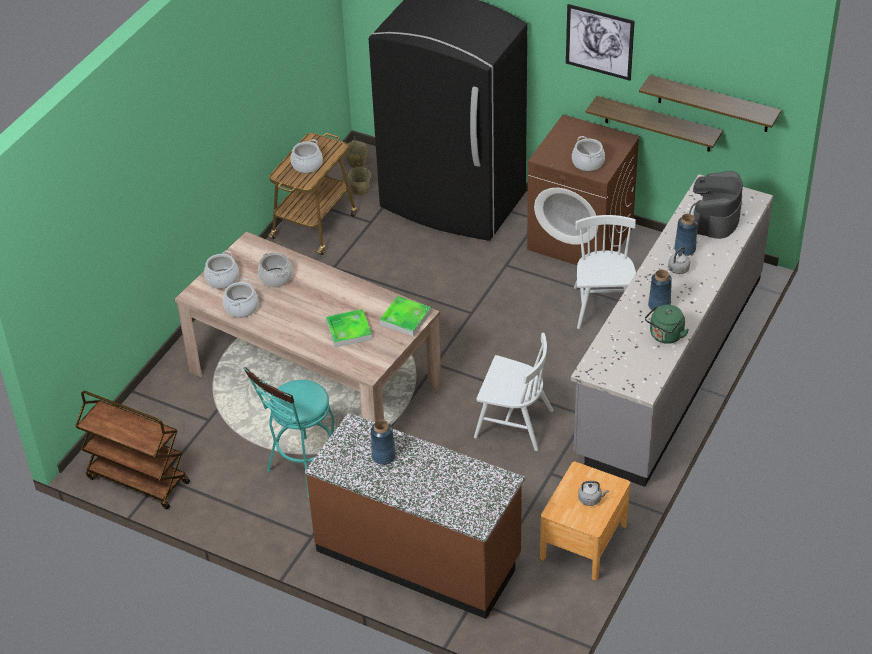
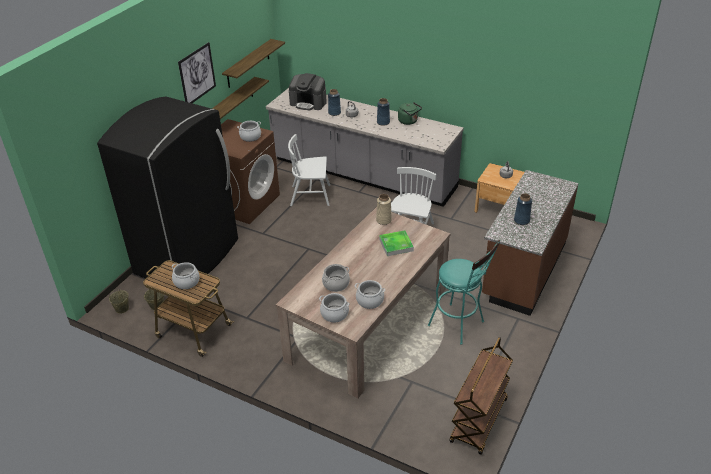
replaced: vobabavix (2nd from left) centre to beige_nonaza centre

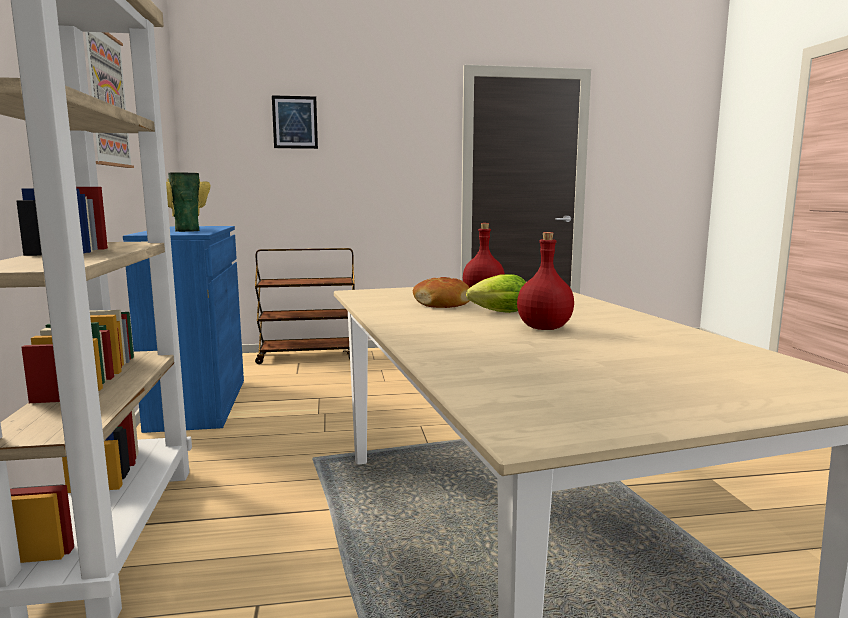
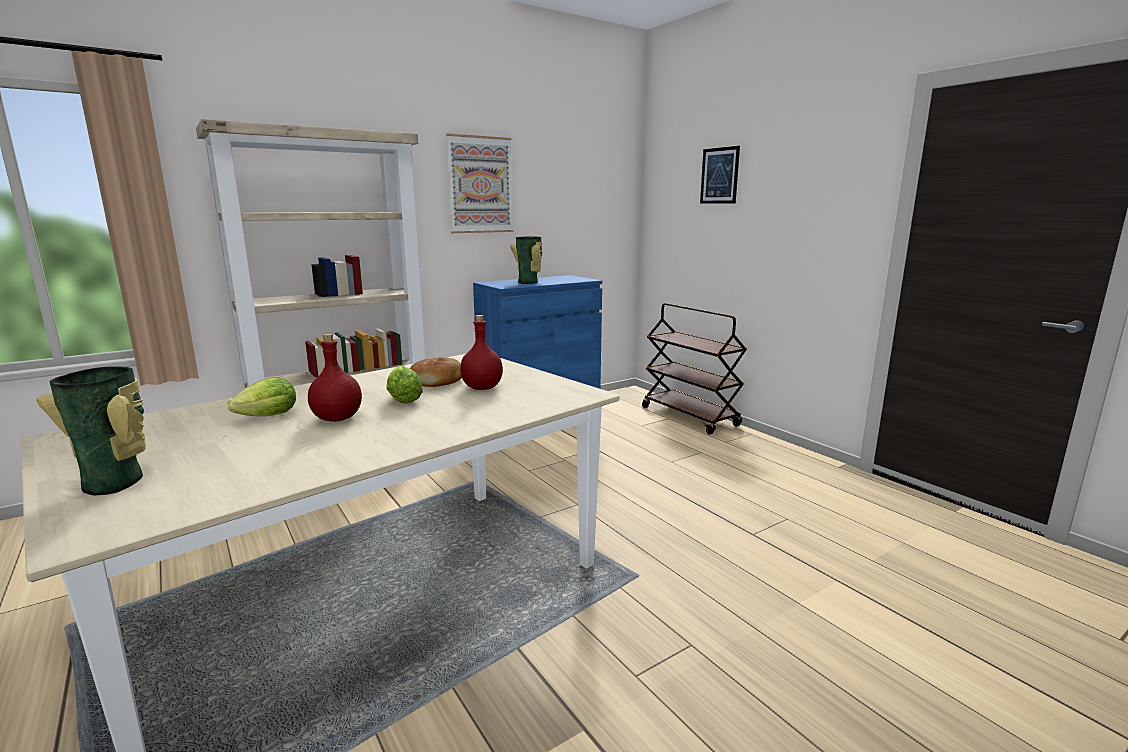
added: nonaza (1st from left) middle left; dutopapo (1st from left) middle left

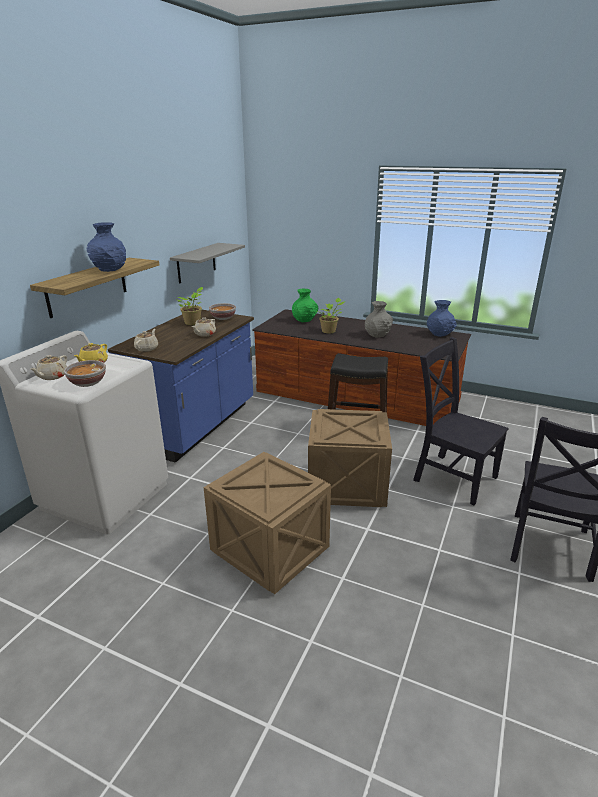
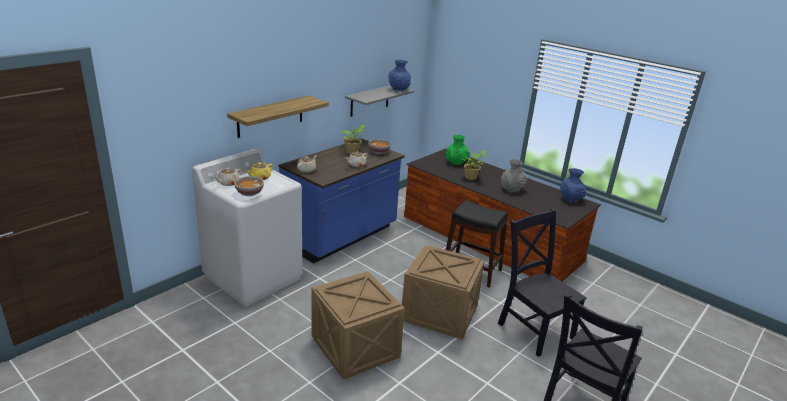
moved: blue_nonaza (1st from left) top left to top centre

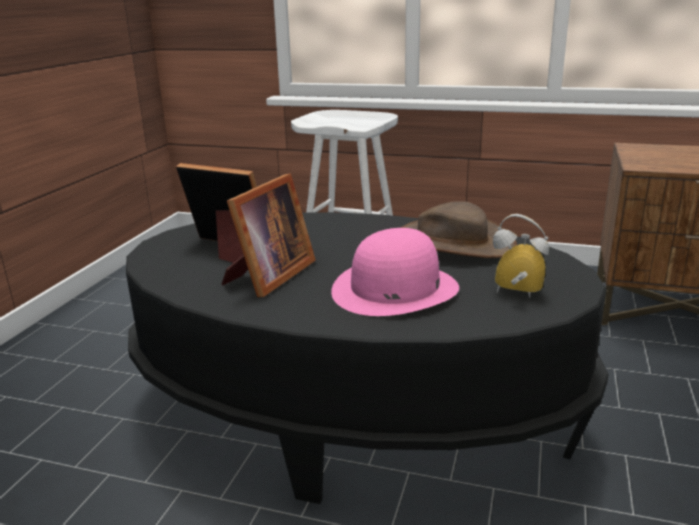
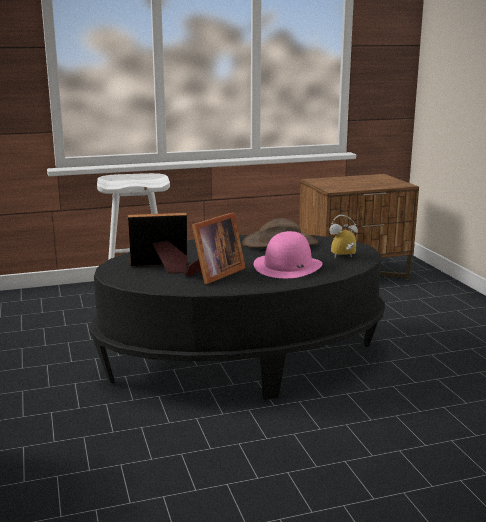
turned: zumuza (2nd from left) centre = centre 45 degrees clockwise

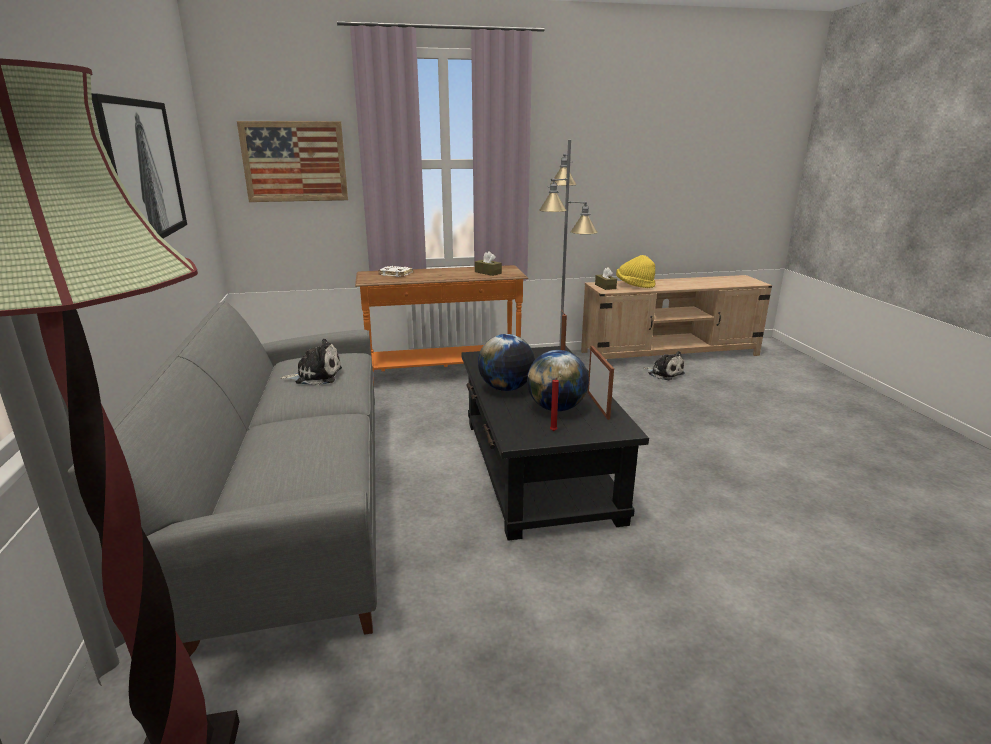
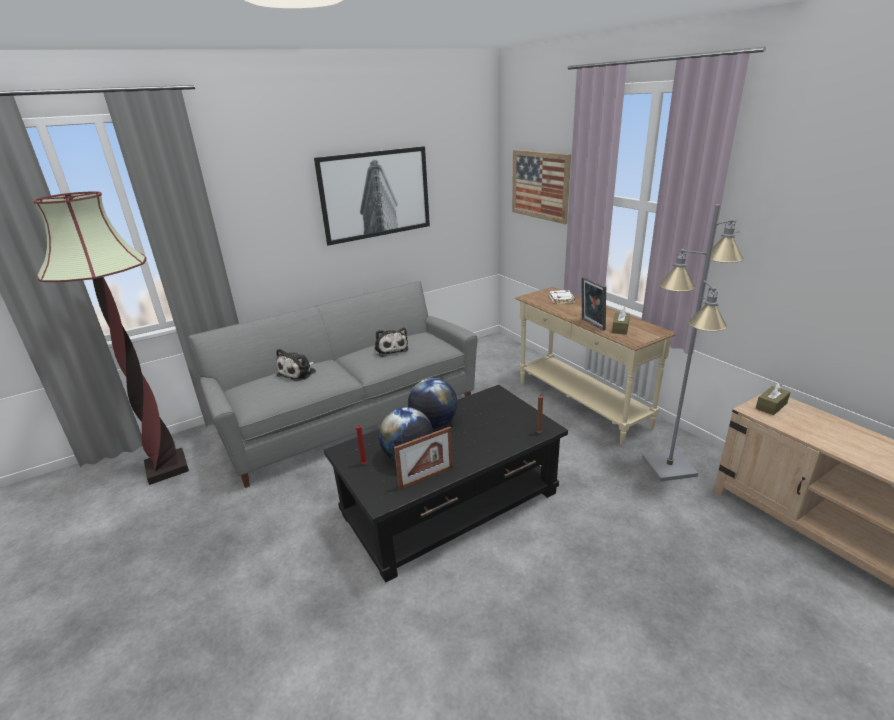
removed: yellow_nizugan centre
added: zumuza (2nd from left) centre
moved: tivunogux (2nd from left in the first image) middle right to tivunogux (1st from left) middle left
recoloured: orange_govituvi centre to beige_govituvi centre

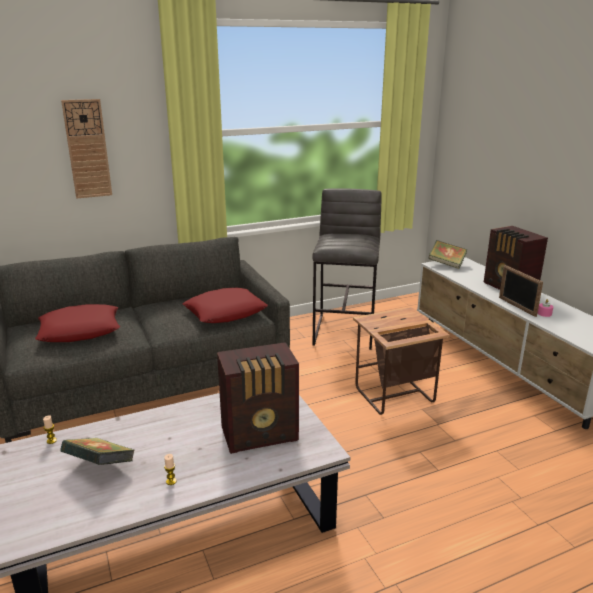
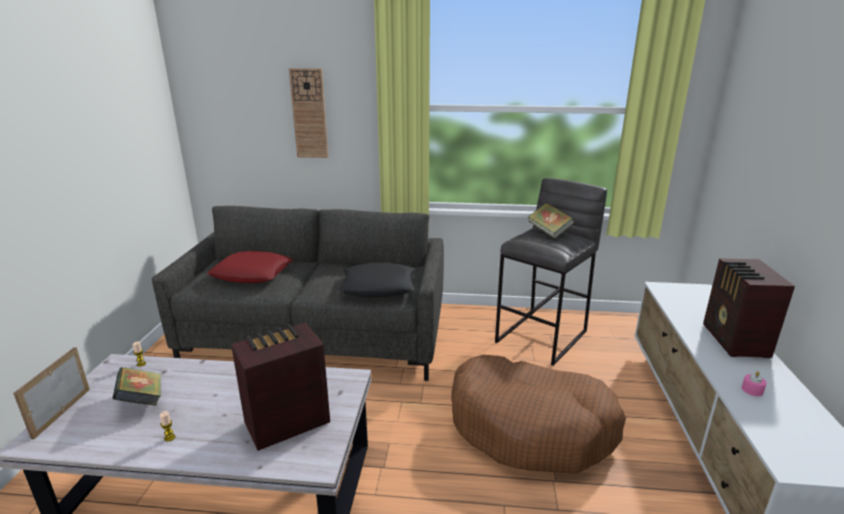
moved: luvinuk (2nd from left) middle right to centre; zumuza middle right to bottom left
replaced: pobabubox middle right to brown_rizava bottom centre
recoloured: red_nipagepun (2nd from left) centre to black_nipagepun centre
turned: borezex (1st from left) bottom centre = bottom left 135 degrees clockwise

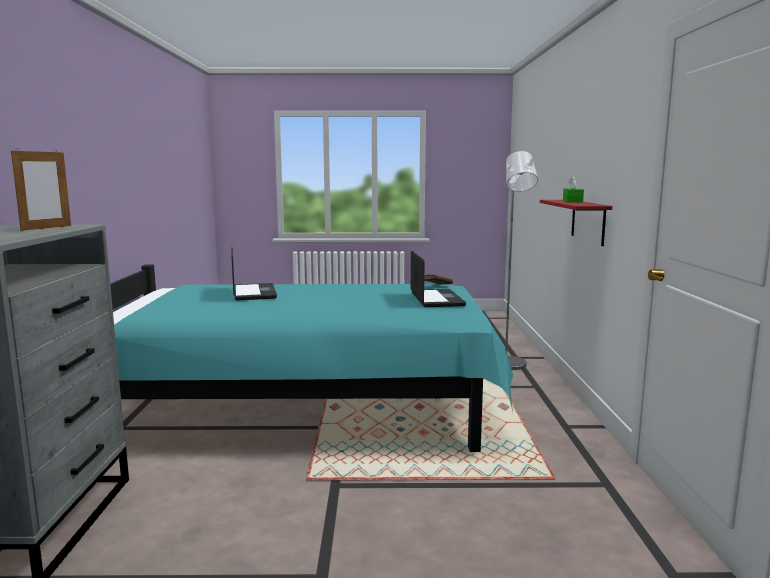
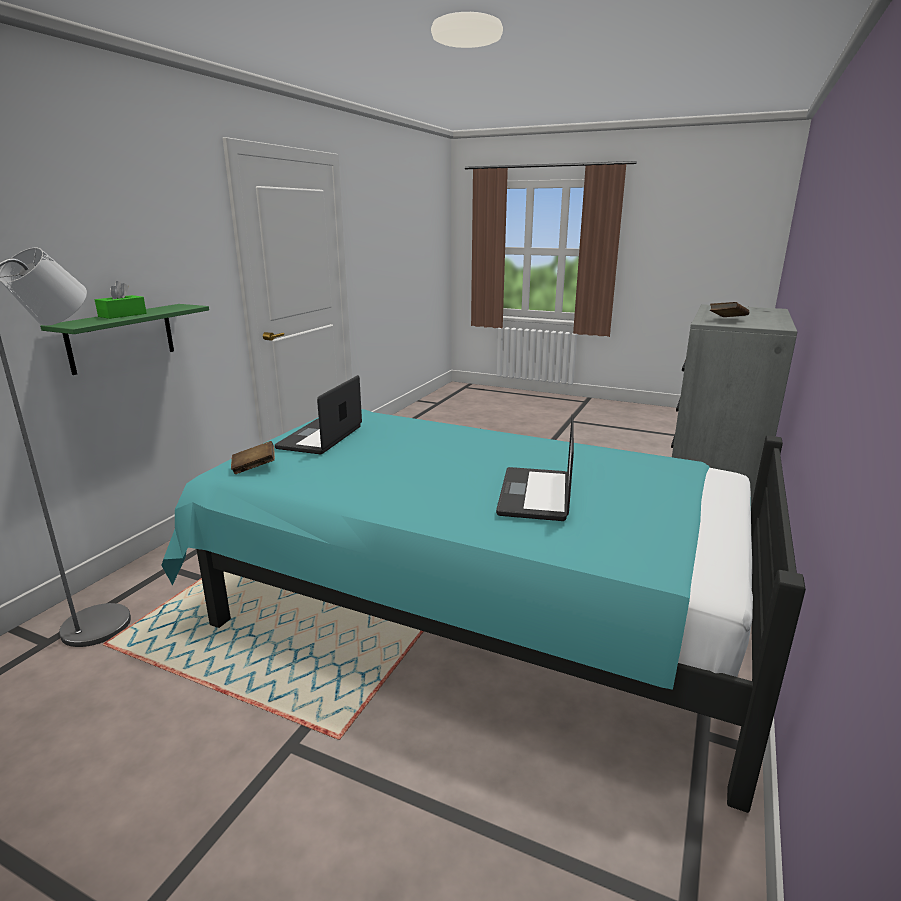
replaced: zumuza top left to brown_luvinuk (2nd from left) middle right
recoloured: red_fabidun middle right to green_fabidun middle left

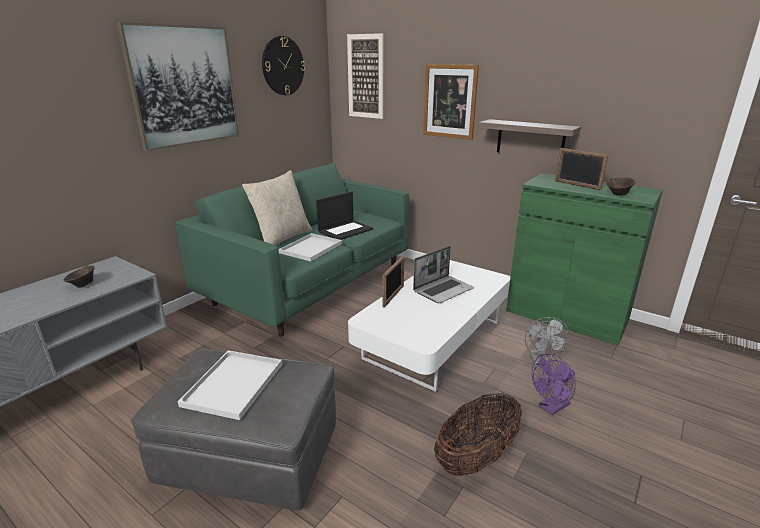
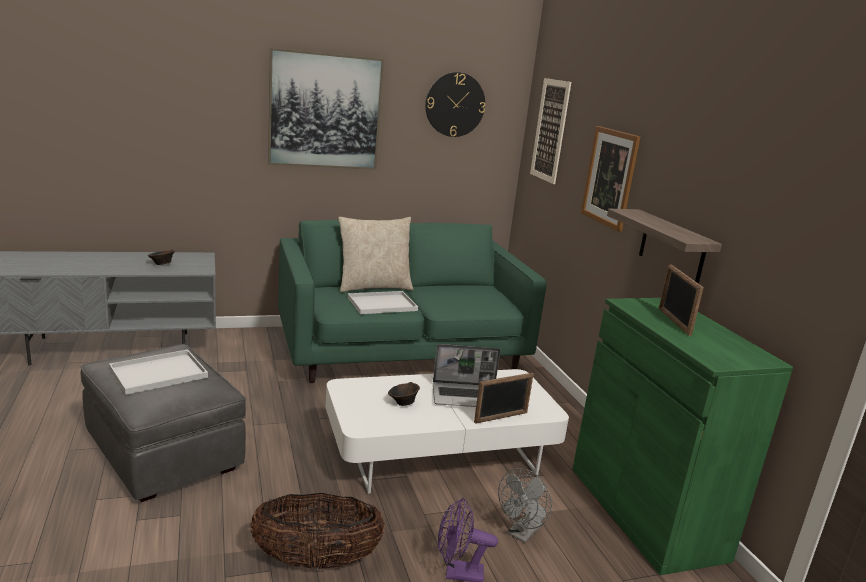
removed: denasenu (1st from left) centre
moved: zumuza (1st from left) centre to bottom centre; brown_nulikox (2nd from left) middle right to bottom centre

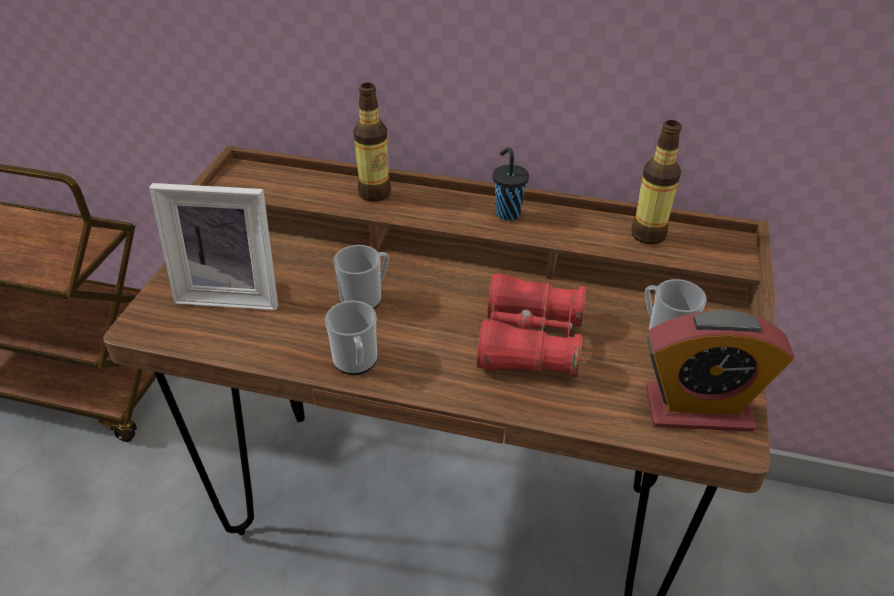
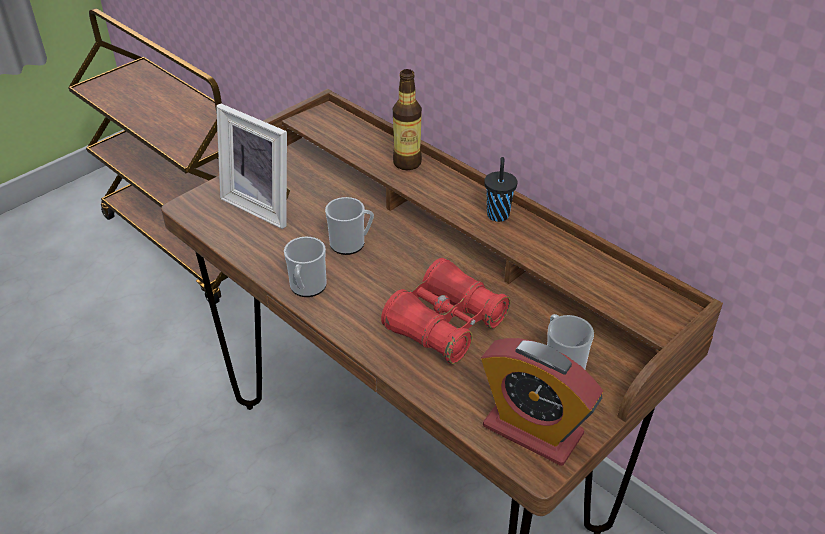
removed: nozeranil (2nd from left) top right

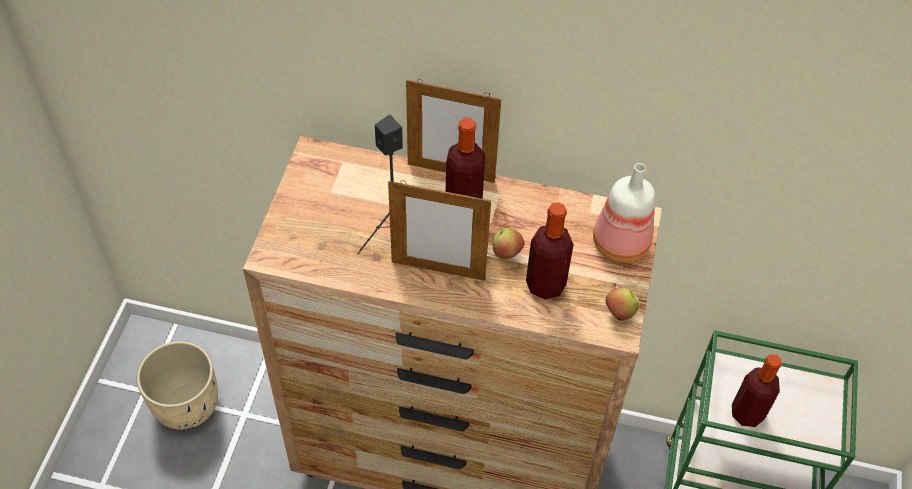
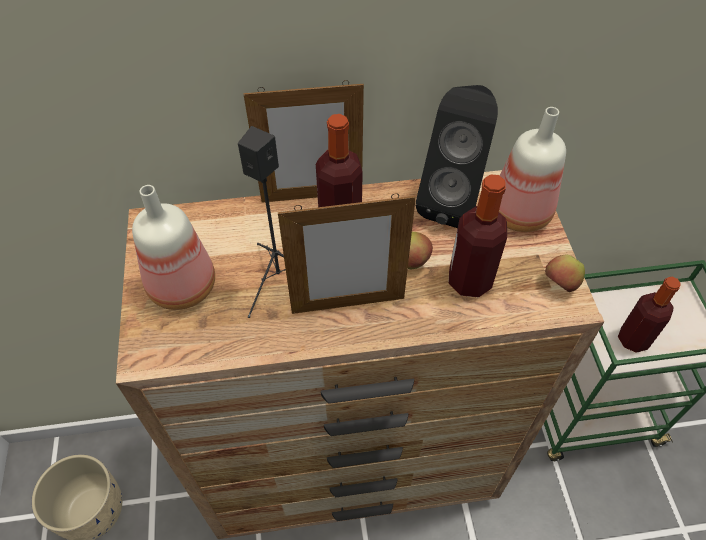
added: nozeranil (1st from left) middle left; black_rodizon (2nd from left) top centre

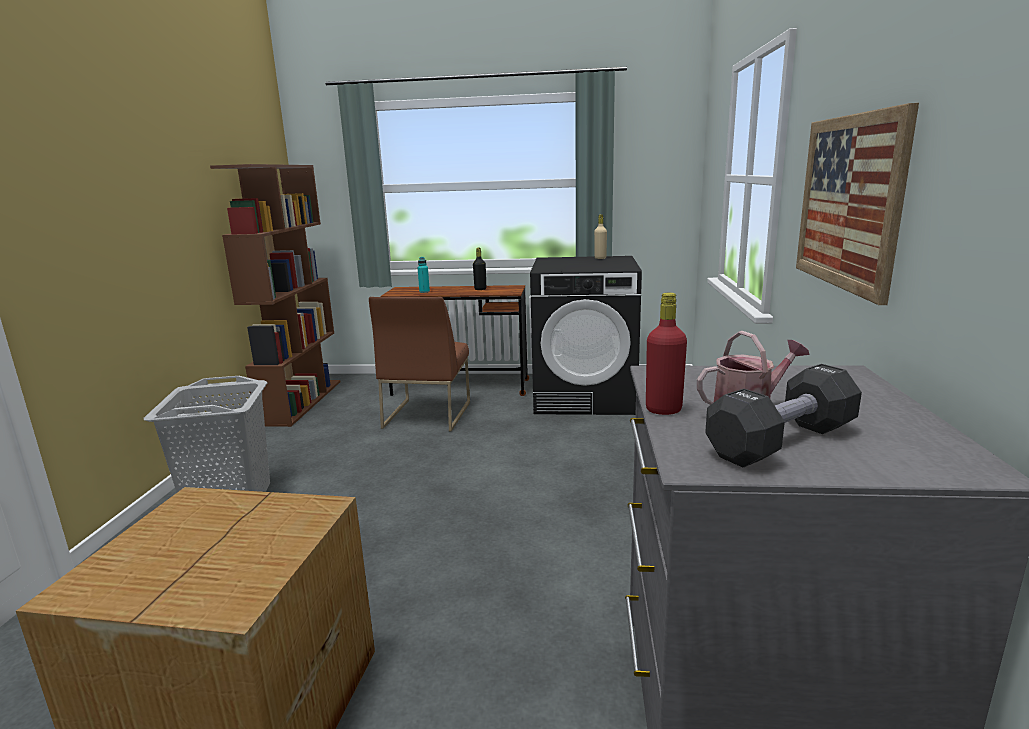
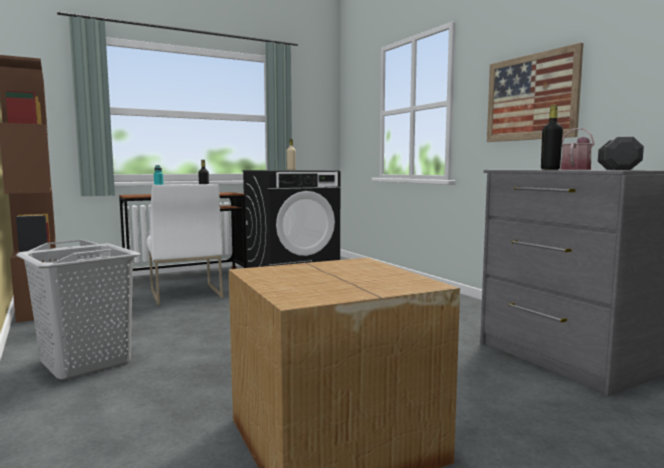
recoloured: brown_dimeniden centre to white_dimeniden middle left; red_nozeranil centre to black_nozeranil (2nd from left) top right

